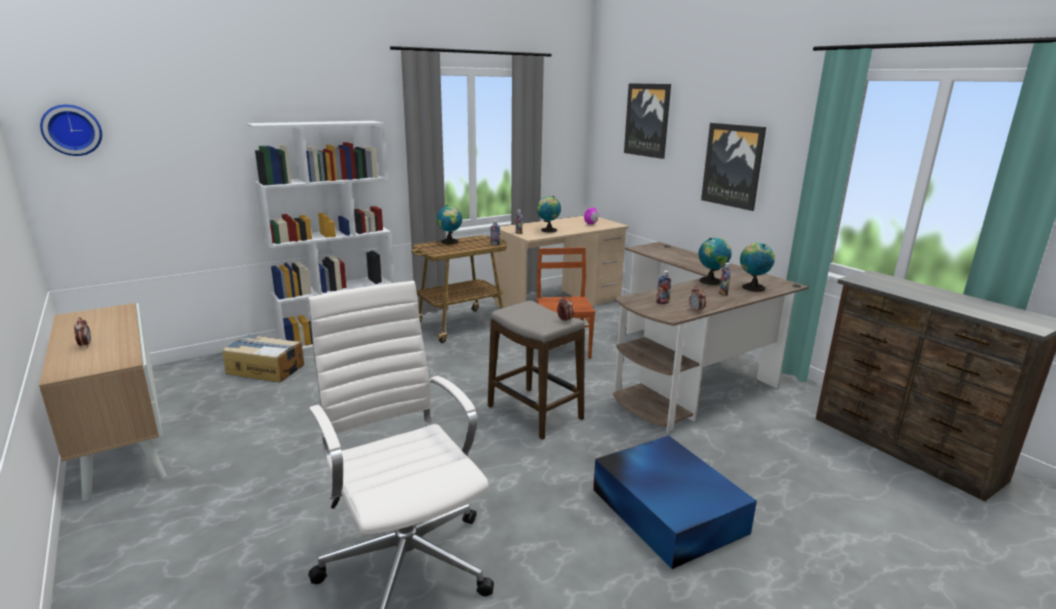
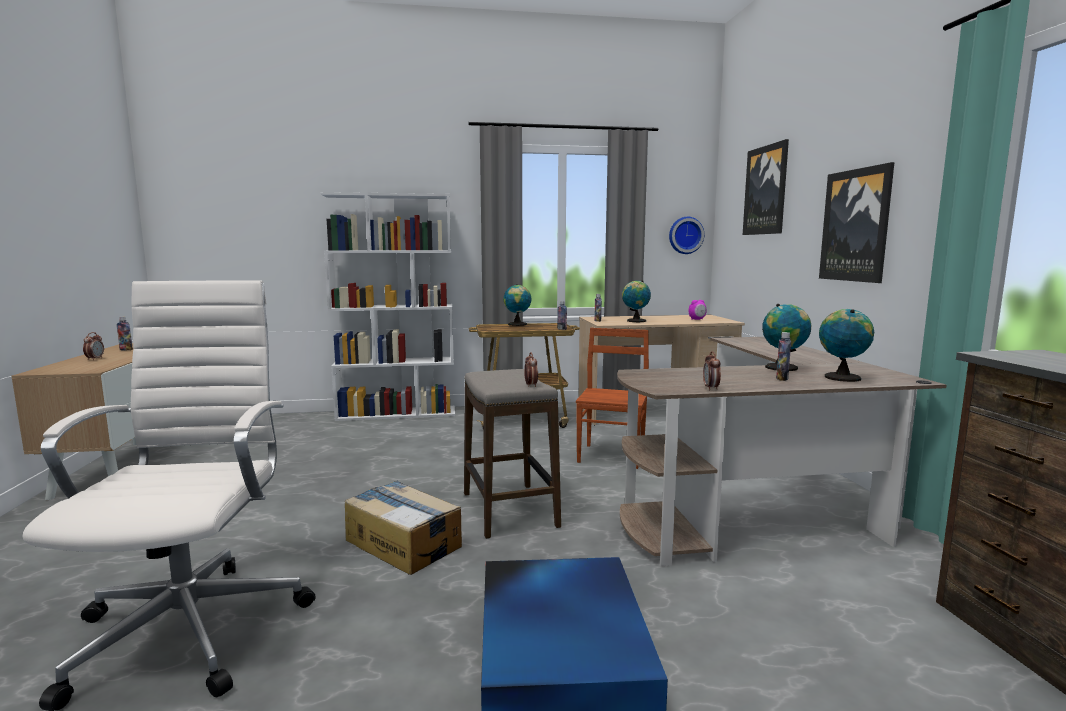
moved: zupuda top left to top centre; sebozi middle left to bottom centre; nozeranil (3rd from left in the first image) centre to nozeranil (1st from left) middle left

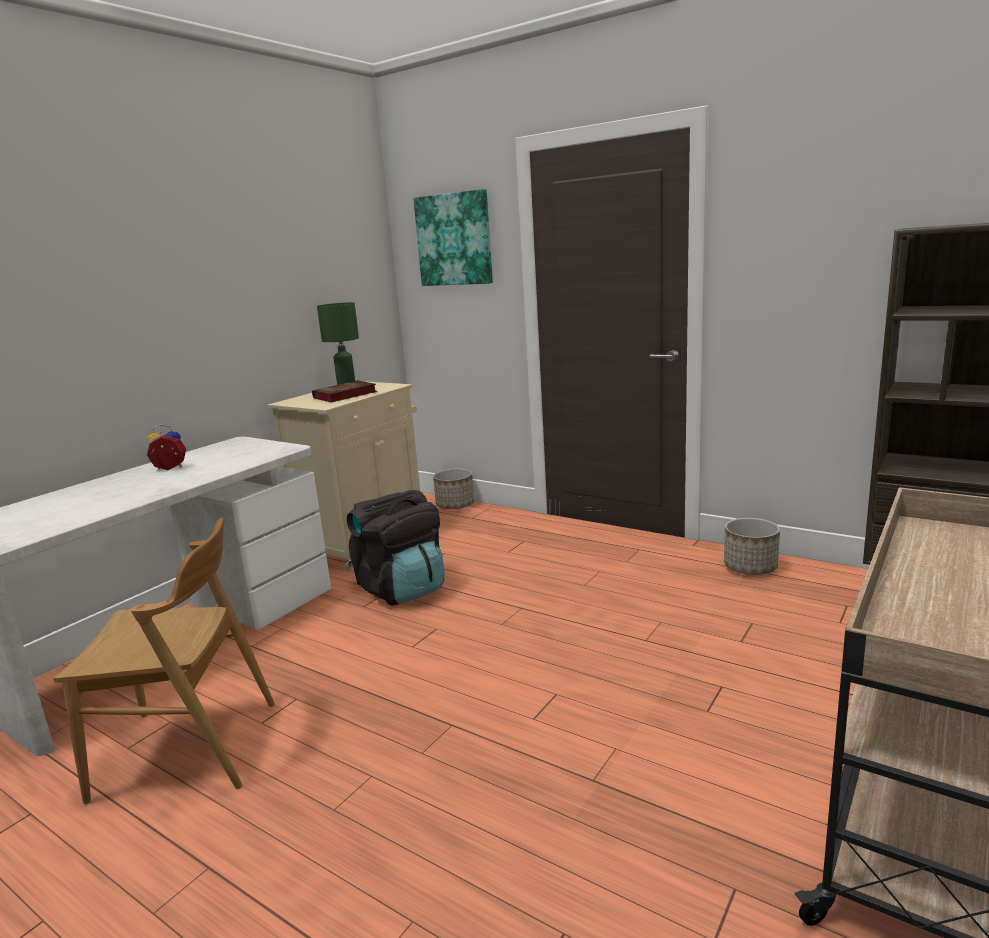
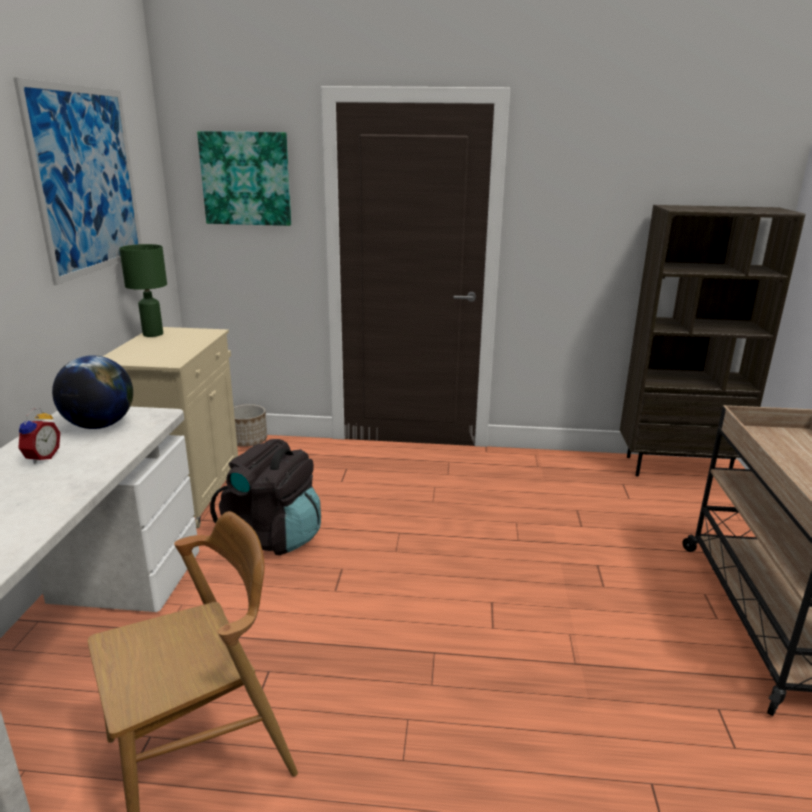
removed: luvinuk centre; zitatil (2nd from left) middle right
added: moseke (1st from left) top left; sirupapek middle left
turned: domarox middle left = middle left 135 degrees clockwise

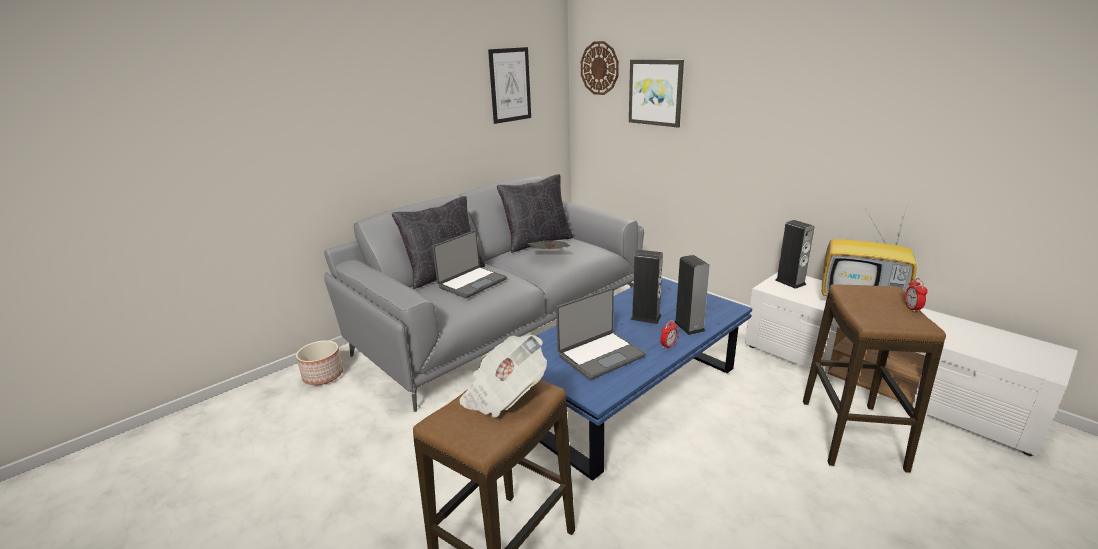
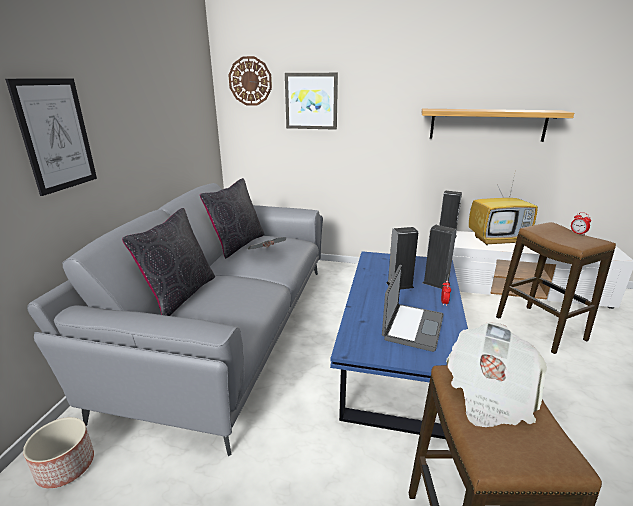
removed: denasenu (1st from left) centre
added: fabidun top right
moved: moseke (1st from left) top centre to top left

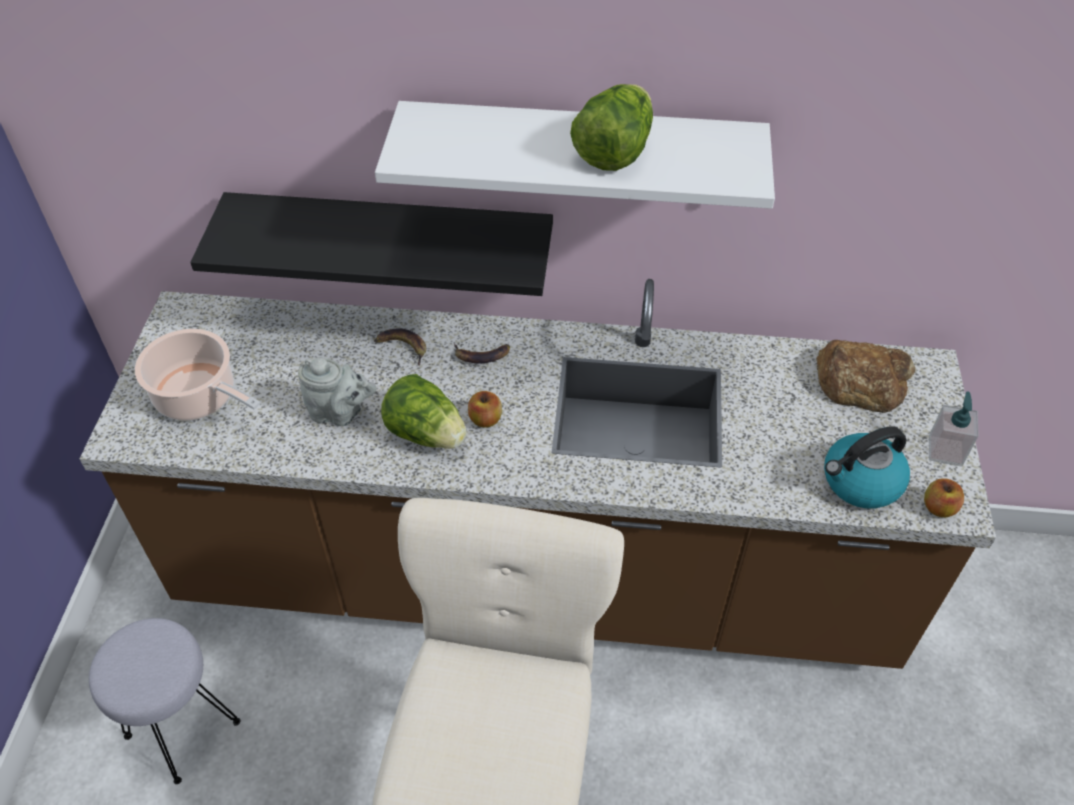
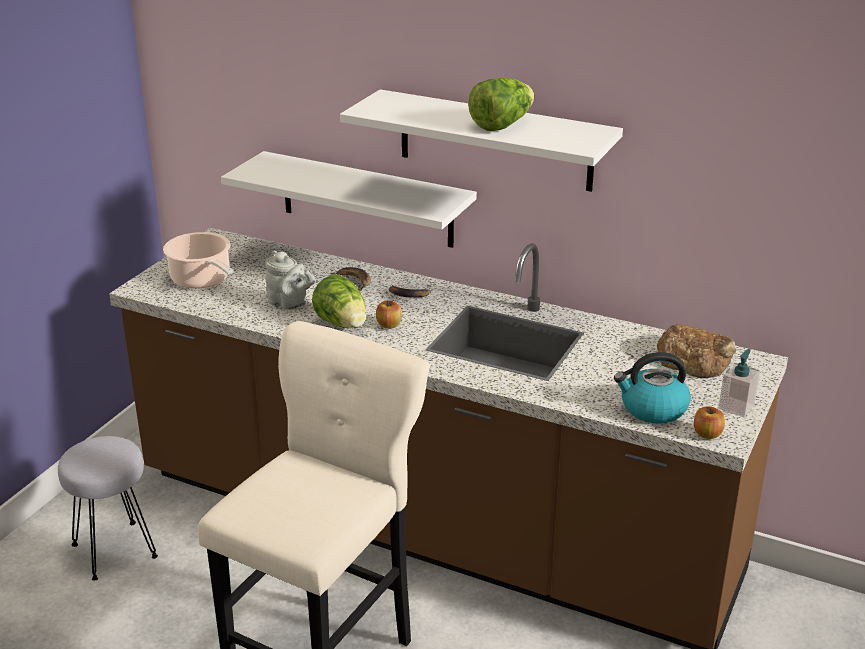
recoloured: black_fabidun top centre to white_fabidun (1st from left) top centre

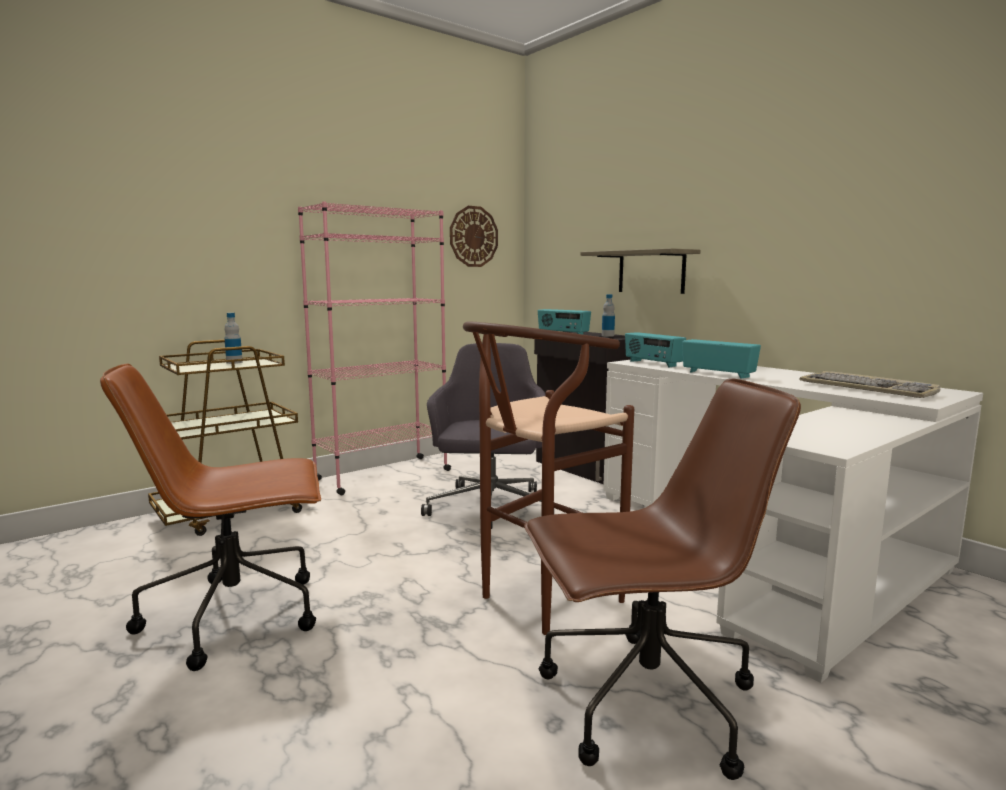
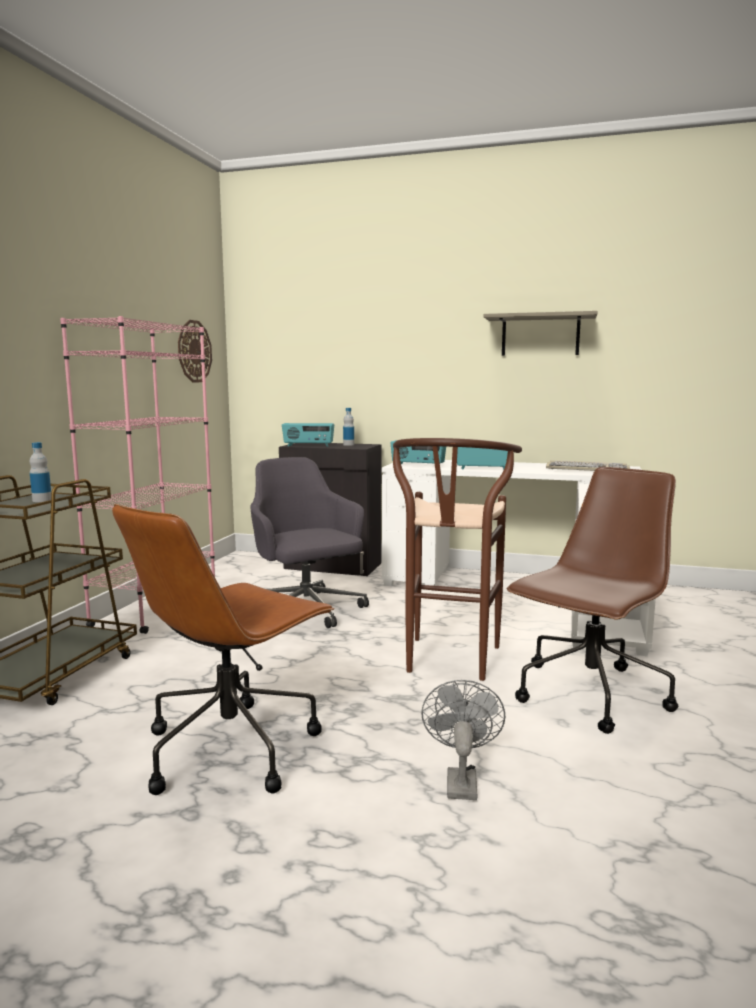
added: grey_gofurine bottom centre
moved: fabidun centre to top right

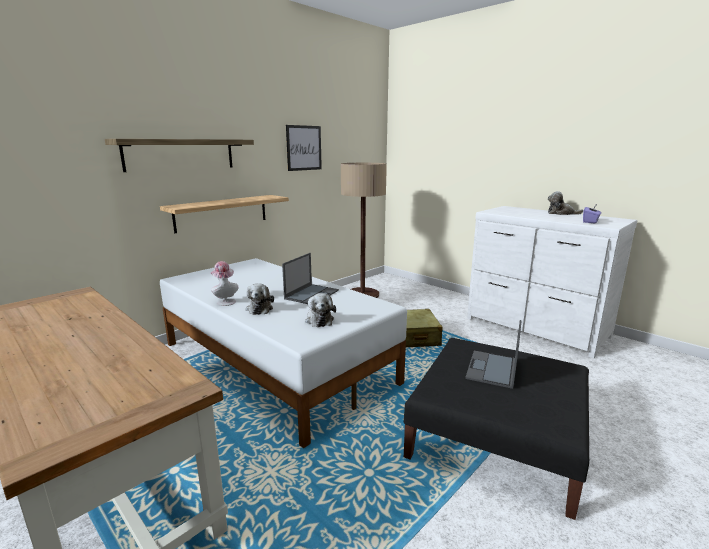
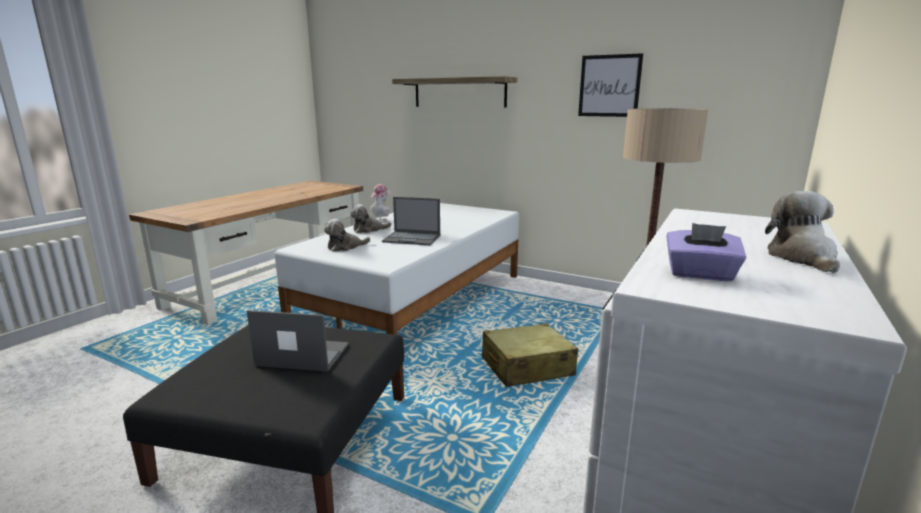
removed: fabidun (2nd from left) middle left

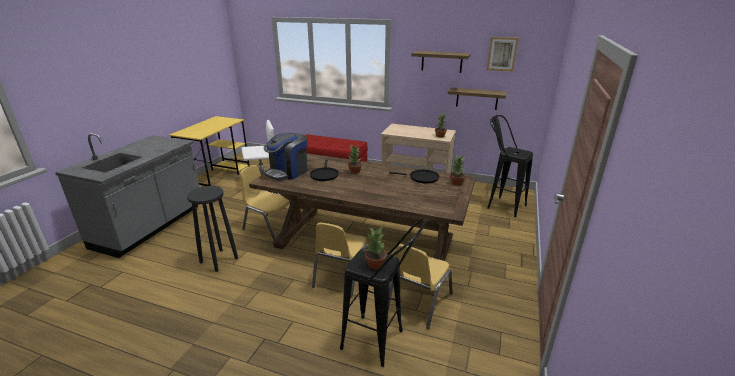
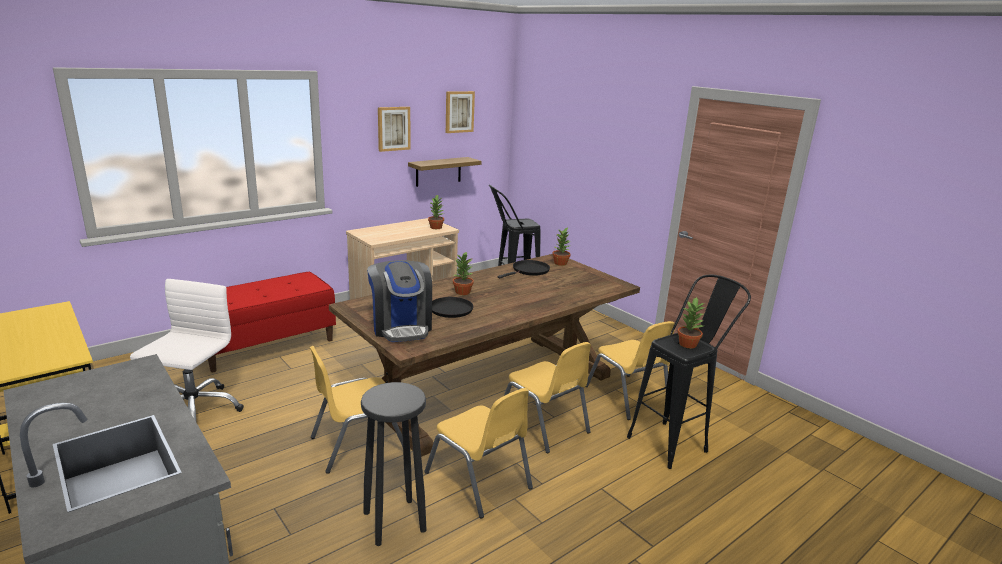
added: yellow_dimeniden (2nd from left) bottom centre
replaced: fabidun (1st from left) top centre to moseke (1st from left) top centre

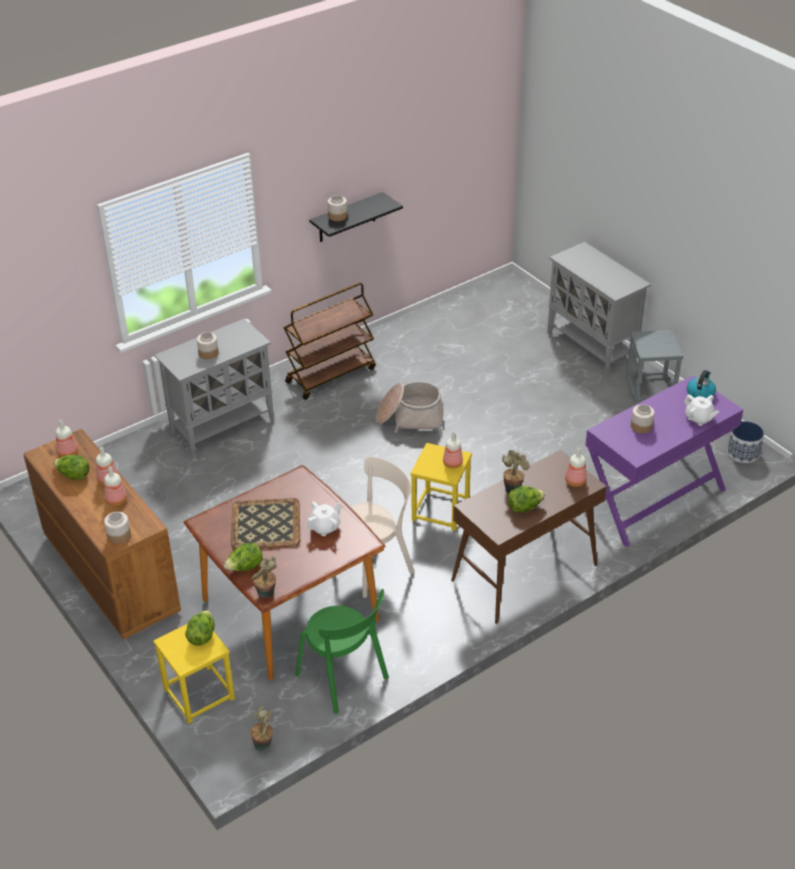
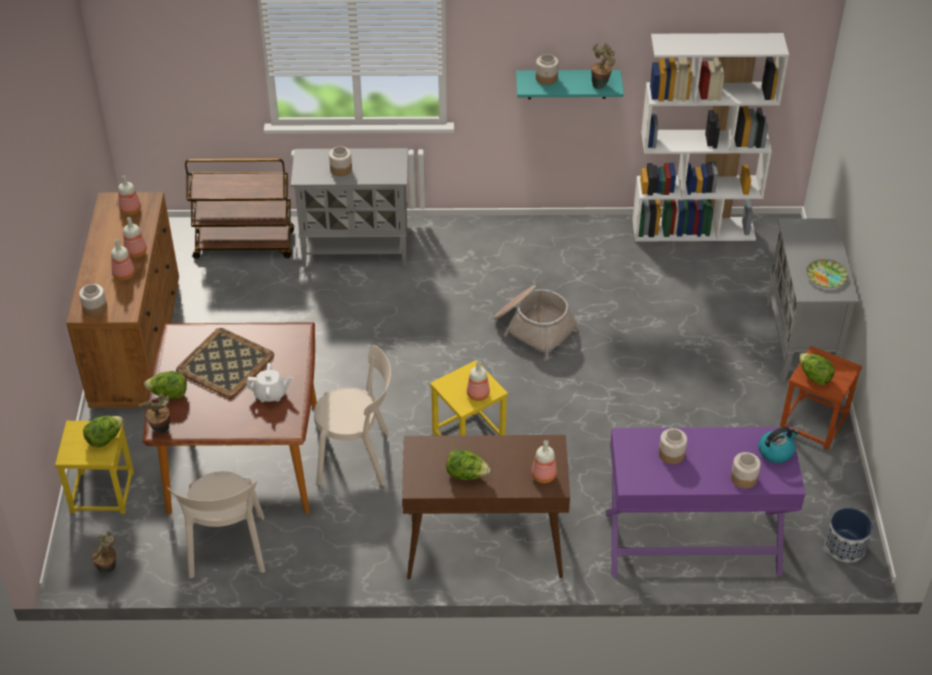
added: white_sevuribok top right; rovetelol middle right
moved: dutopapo (1st from left in the first image) middle left to dutopapo (4th from left) middle right; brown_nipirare centre to top left; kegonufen (3rd from left) centre to top centre
replaced: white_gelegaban (2nd from left) middle right to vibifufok (5th from left) bottom right
recoloured: green_dimeniden bottom centre to beige_dimeniden (1st from left) bottom left; black_fabidun top centre to turquoise_fabidun top centre; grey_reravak middle right to brown_reravak middle right

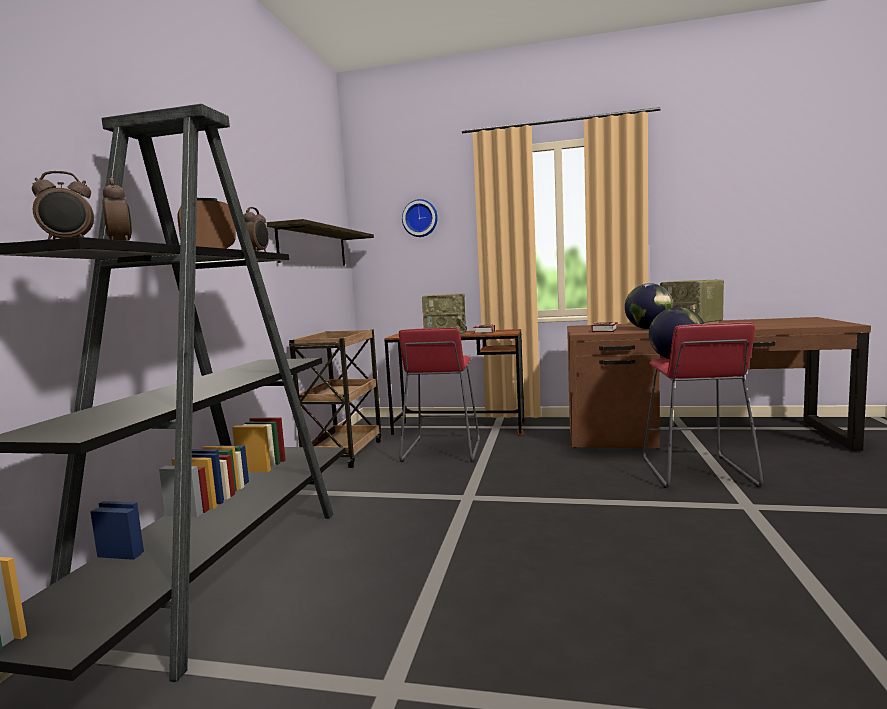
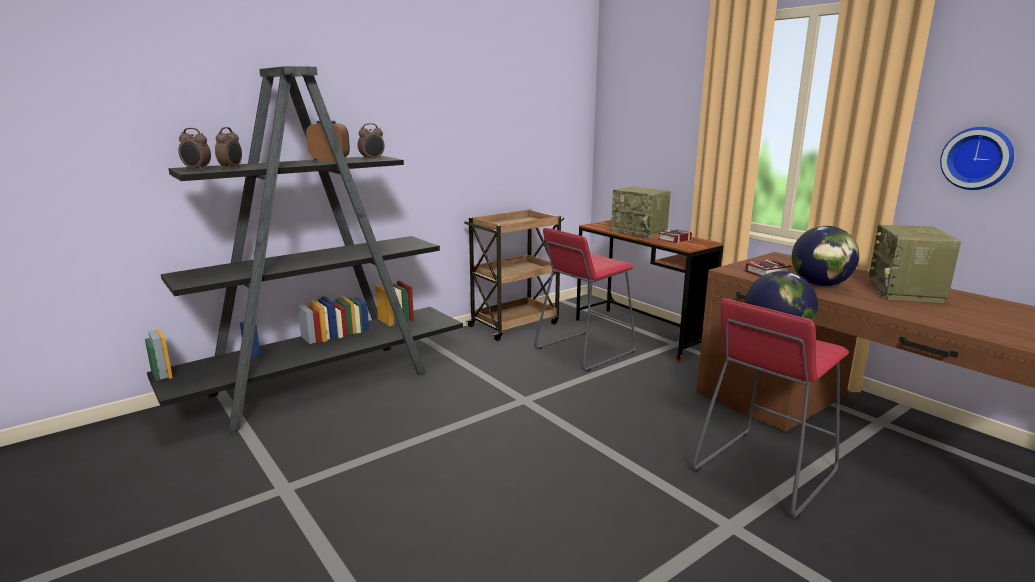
removed: fabidun centre
moved: zupuda top centre to top right

